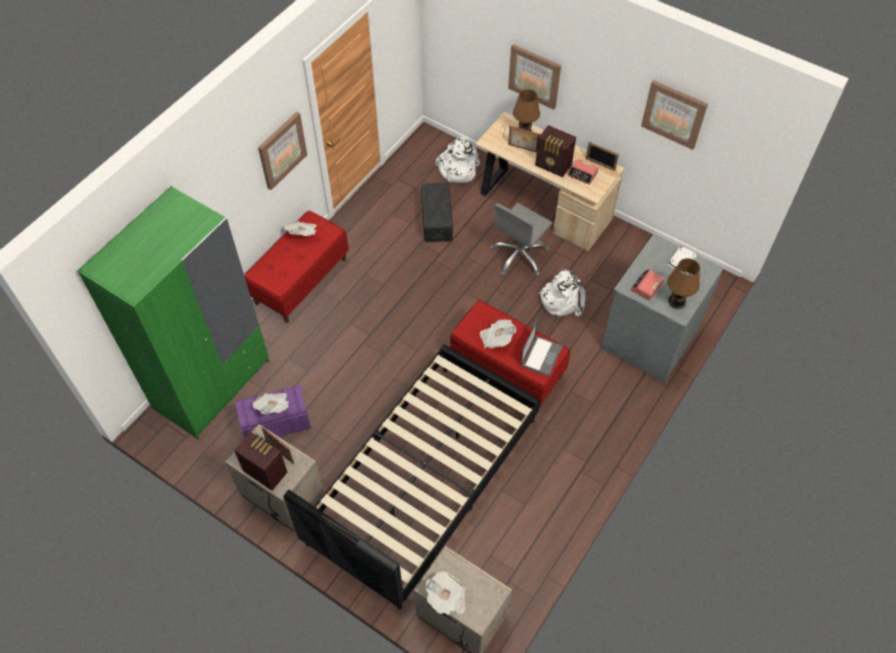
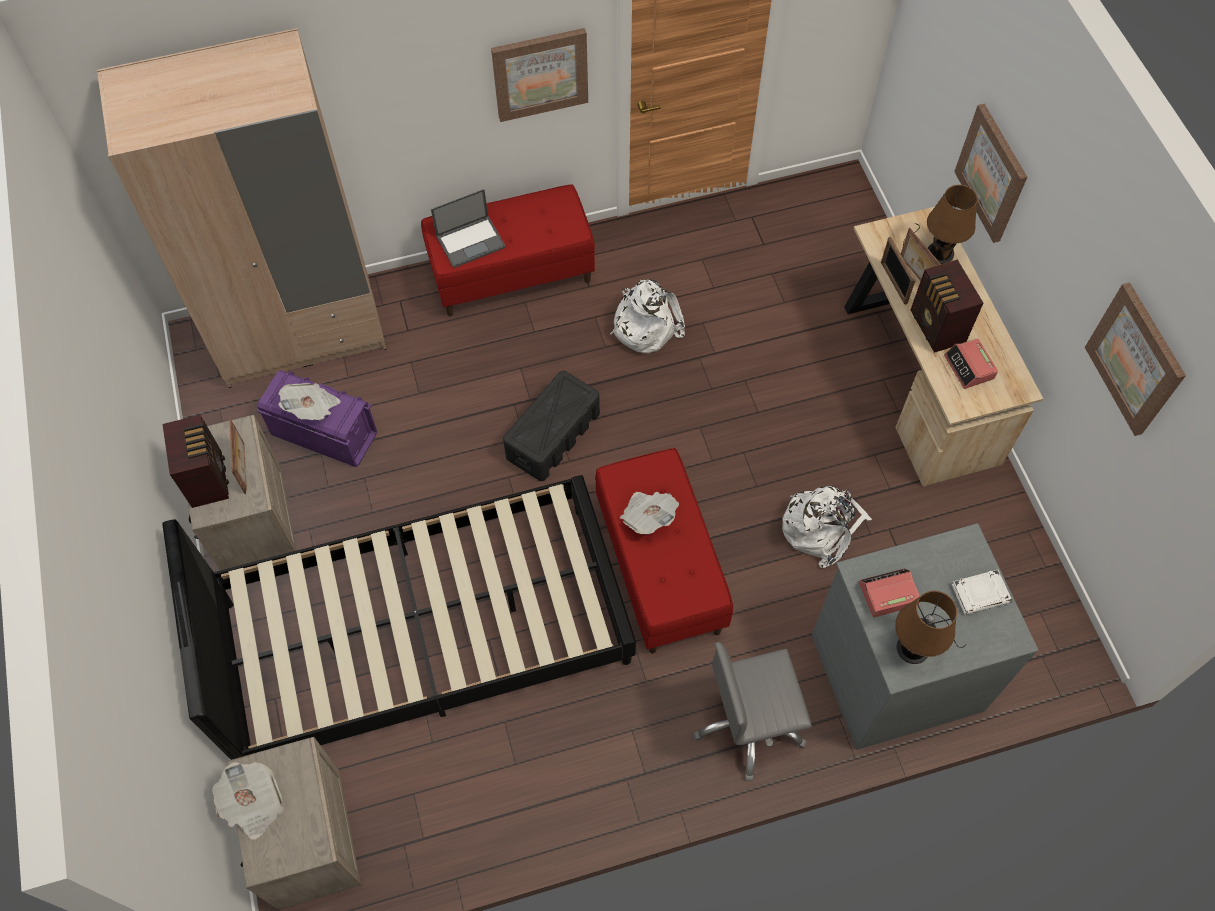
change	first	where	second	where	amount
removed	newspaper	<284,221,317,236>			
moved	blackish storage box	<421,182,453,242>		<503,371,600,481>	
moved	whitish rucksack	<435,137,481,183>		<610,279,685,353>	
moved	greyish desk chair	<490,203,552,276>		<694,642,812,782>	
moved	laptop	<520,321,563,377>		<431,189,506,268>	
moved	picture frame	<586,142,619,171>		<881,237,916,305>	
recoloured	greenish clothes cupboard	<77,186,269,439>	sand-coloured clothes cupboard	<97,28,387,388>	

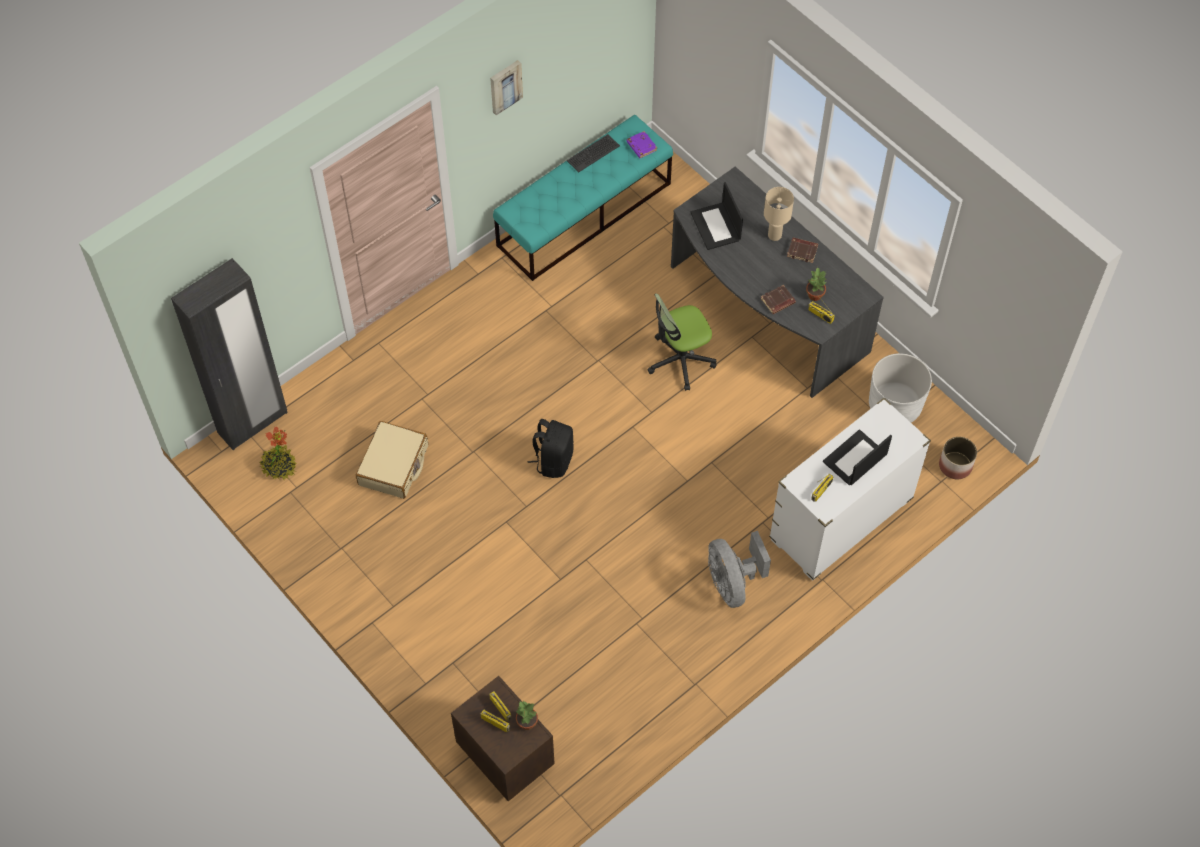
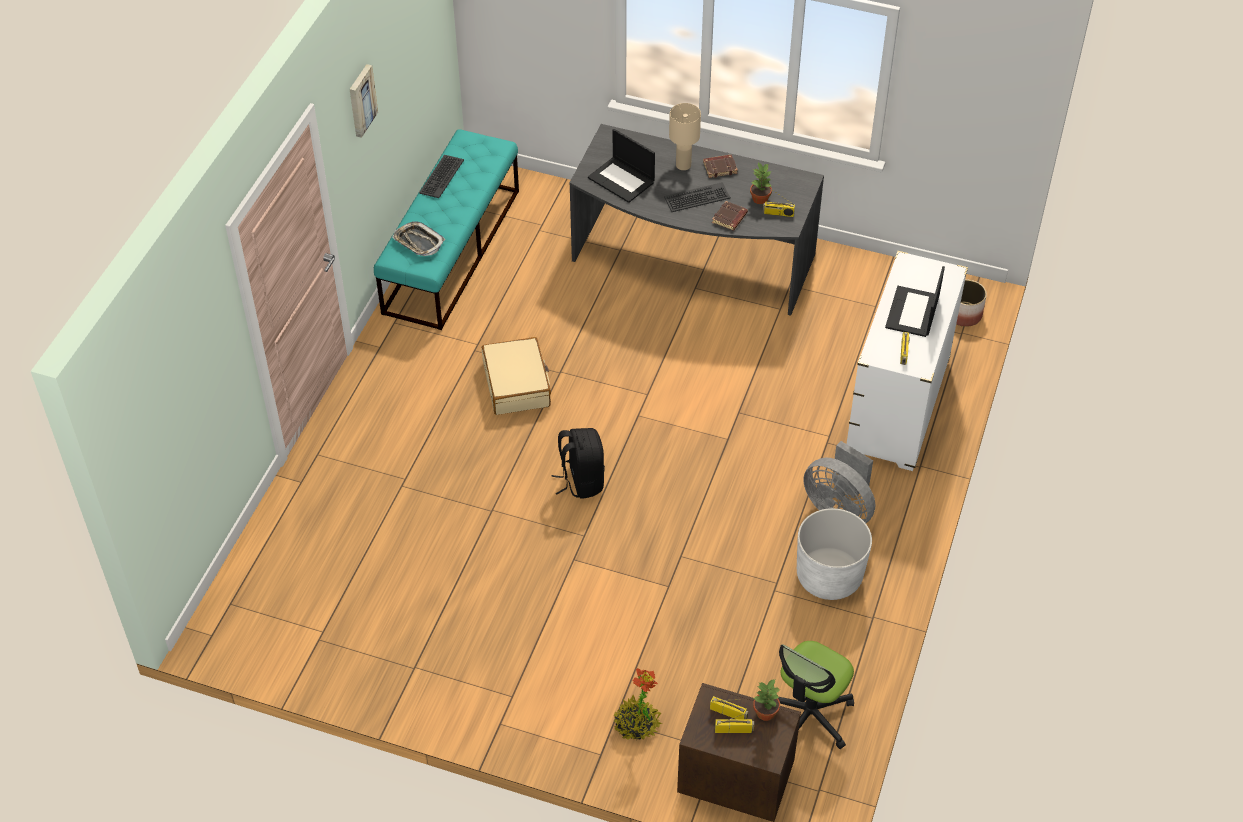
change	first	where	second	where	amount
removed	blackish clothes cupboard	<171,258,288,450>			
removed	purple bound book	<626,131,657,158>			
added			carrying tray	<392,221,445,256>	
added			PC keyboard	<664,182,730,212>	
moved	houseplant	<260,427,297,480>		<613,668,662,740>	
moved	sand-coloured piece of luggage	<356,421,428,499>		<481,337,551,415>	
moved	desk chair	<647,293,717,391>		<778,641,854,749>	
moved	whitish planter	<869,353,932,423>		<797,508,872,600>	

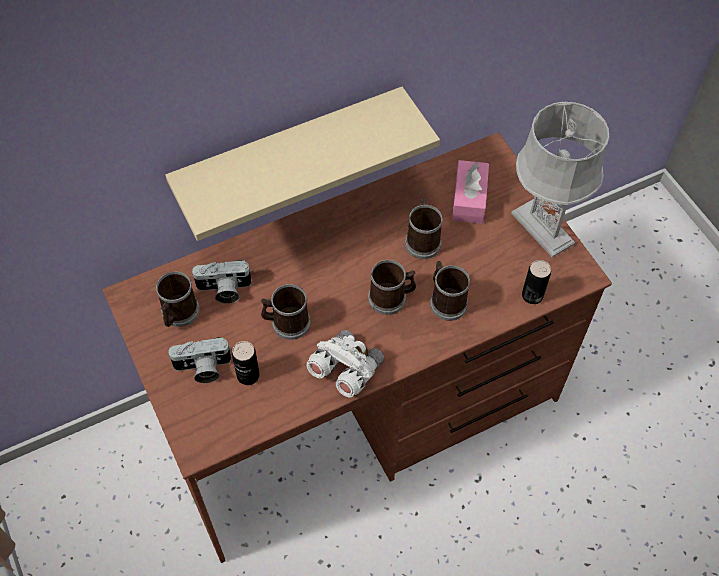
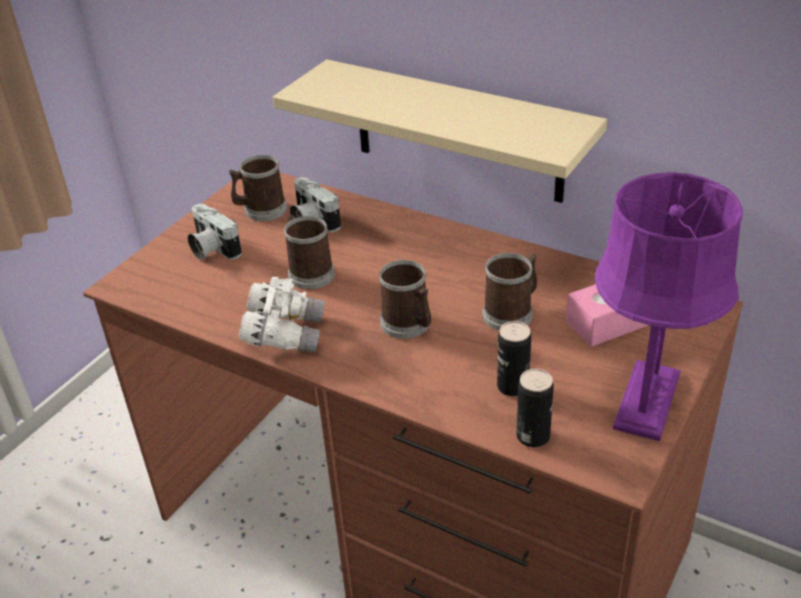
change	first	where	second	where	amount
removed	tea mug	<430,261,470,321>			
moved	sealed can	<232,341,260,385>		<497,321,531,396>	
recoloured	greyish tabletop lamp	<511,102,610,258>	purple tabletop lamp	<595,172,743,441>	

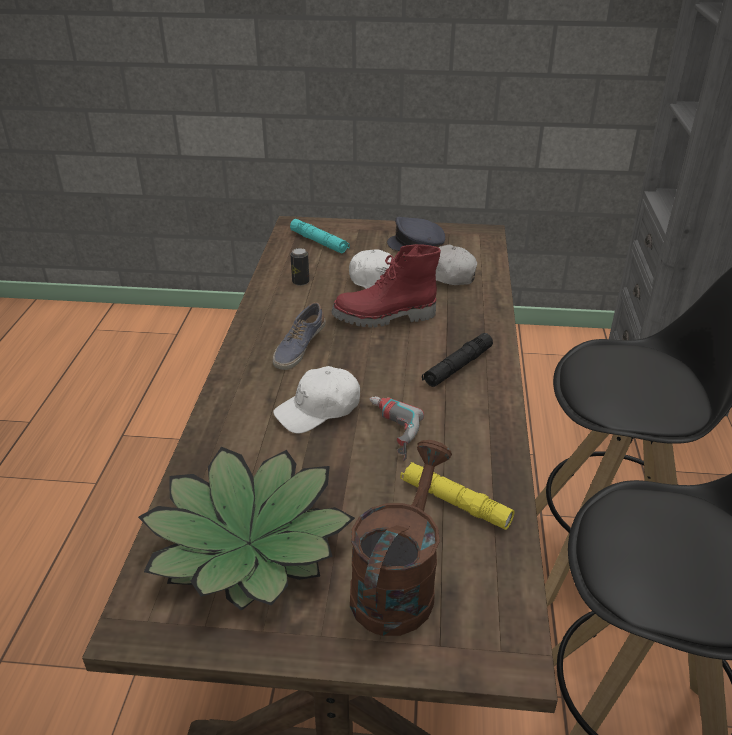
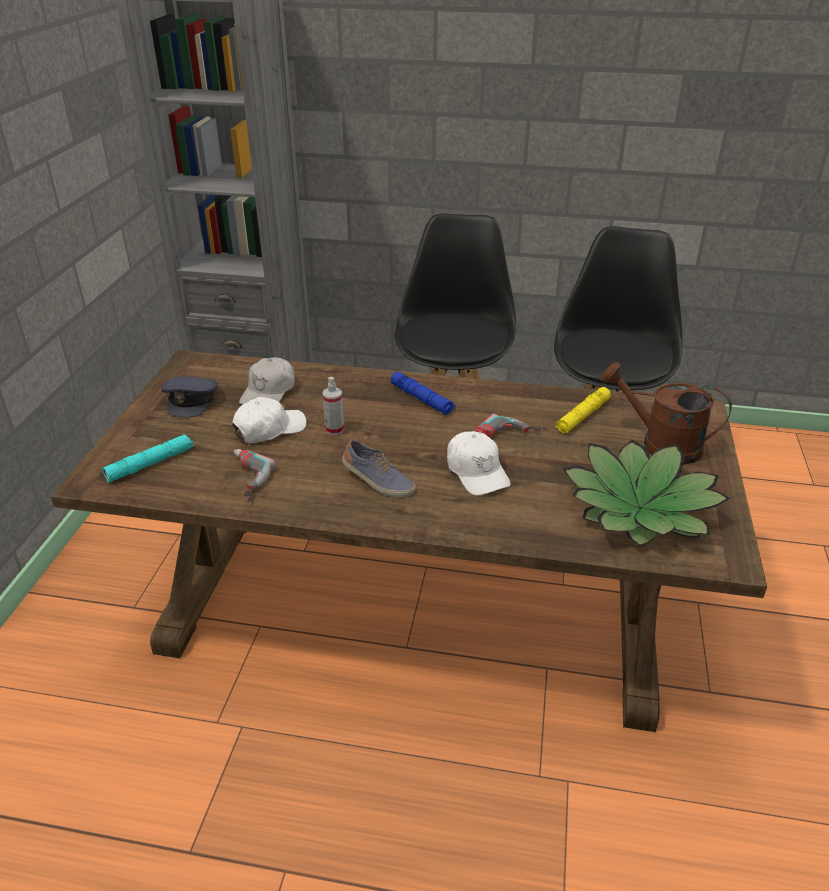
change	first	where	second	where	amount
replaced	sealed can	<290,248,309,286>	power drill	<233,449,277,502>	
replaced	red-coloured high-top boot	<331,244,441,328>	spray bottle	<322,377,344,435>	
recoloured	blackish flashlight	<422,333,493,387>	blue-coloured flashlight	<391,372,456,415>	

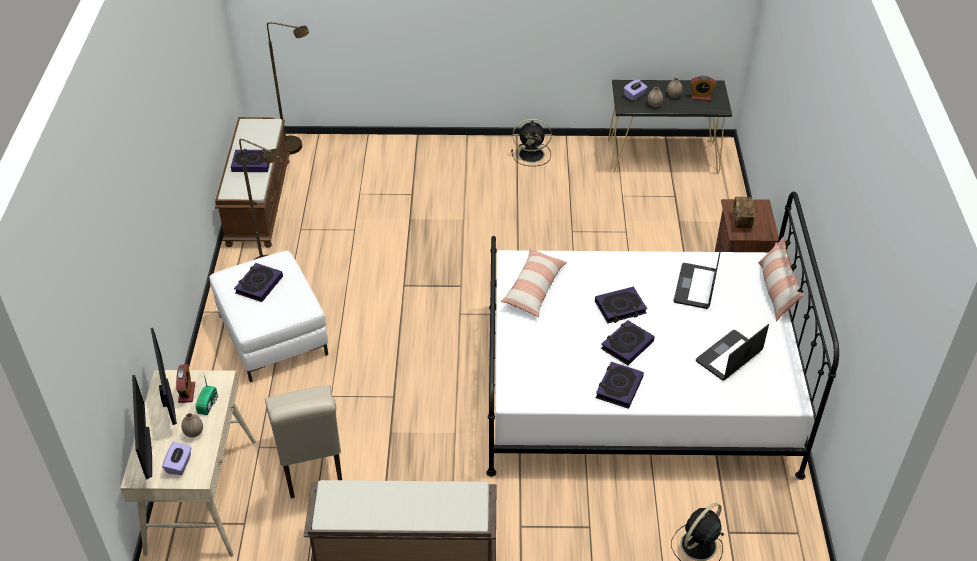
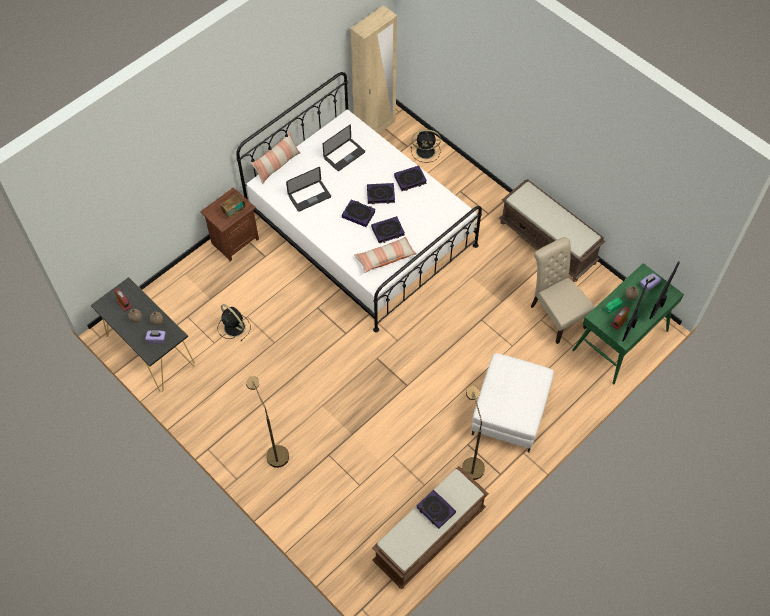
change	first	where	second	where	amount
added			sand-coloured clothes cupboard	<350,5,397,134>	
moved	bound book	<234,263,283,302>		<371,216,405,243>	
moved	brownish floor lamp	<267,22,309,155>		<246,376,289,468>	
moved	blackish fan	<511,119,552,166>		<218,304,250,341>	
recoloured	sand-coloured desk table	<120,370,256,557>	greenish desk table	<572,263,684,384>	
turned	sand-coloured chair	<265,385,342,498>		<530,237,595,344>	60 degrees counterclockwise
turned	laptop	<696,324,769,381>		<323,124,365,171>	45 degrees counterclockwise

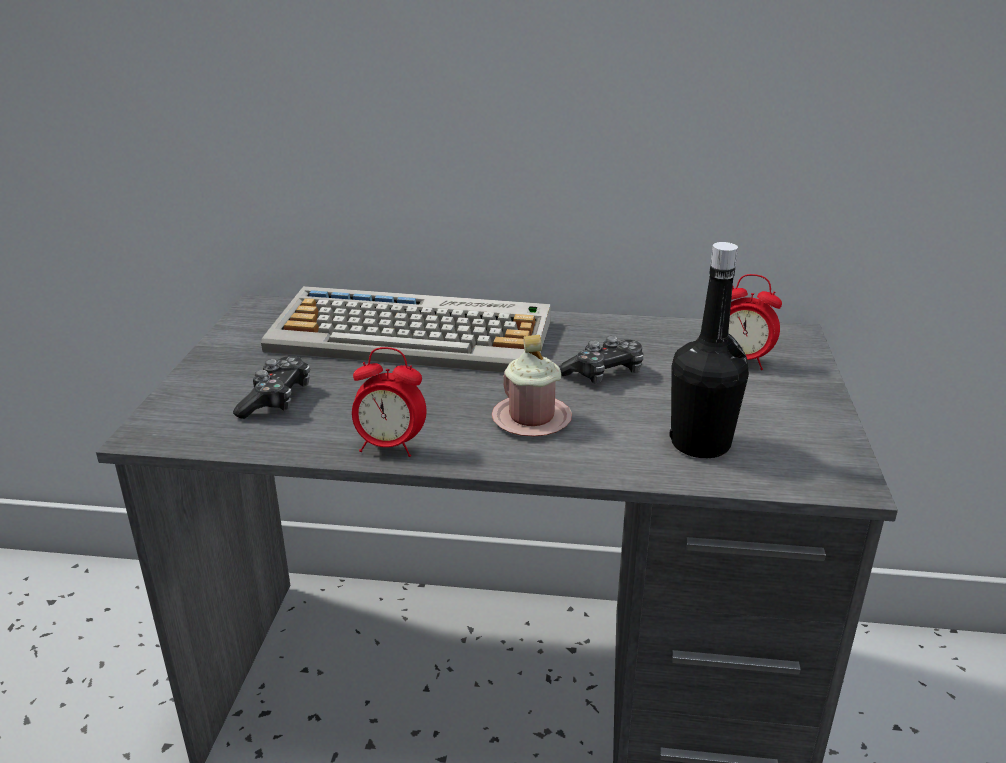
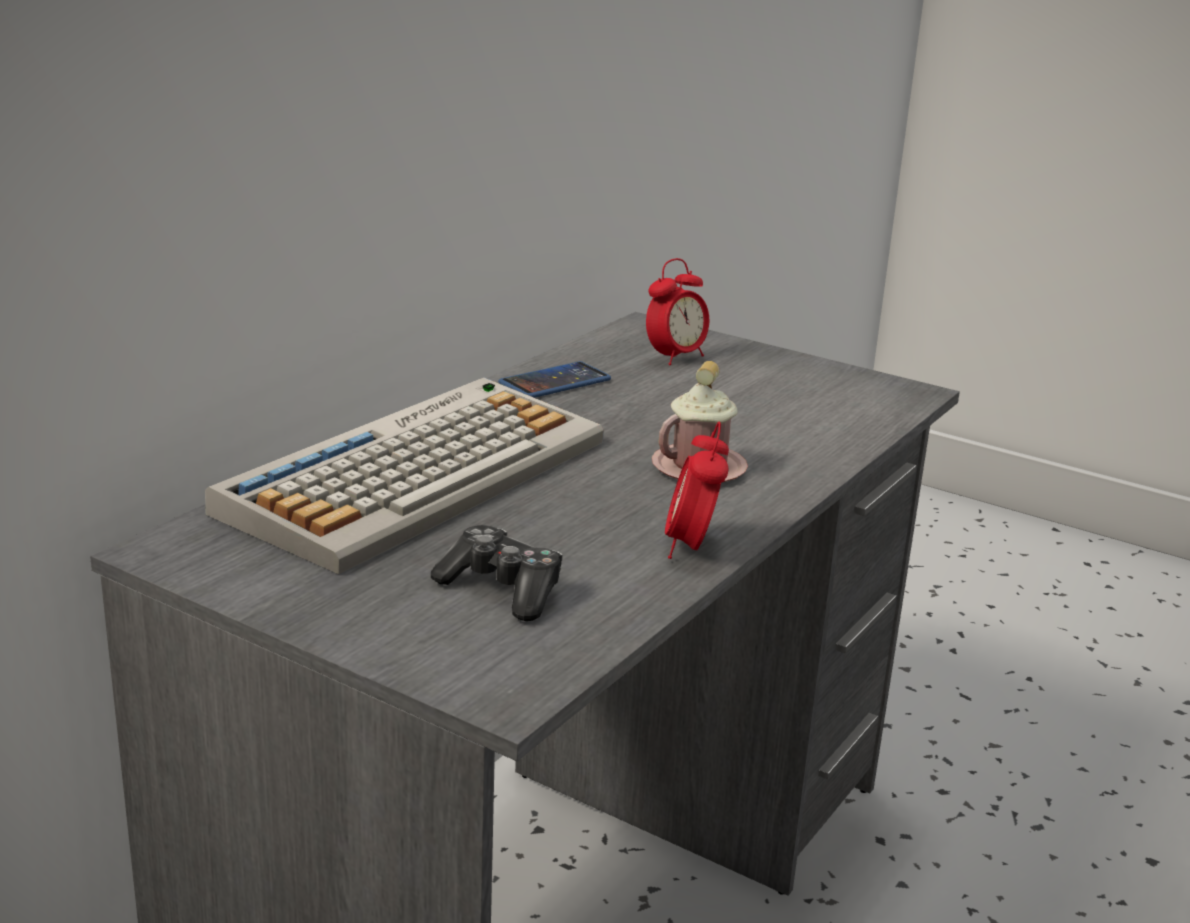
change	first	where	second	where	amount
removed	joypad	<559,336,644,384>			
removed	blackish drink bottle	<670,242,749,458>			
added			telephone	<498,361,611,398>	
turned	bedside clock	<352,347,427,457>		<665,422,729,559>	150 degrees clockwise

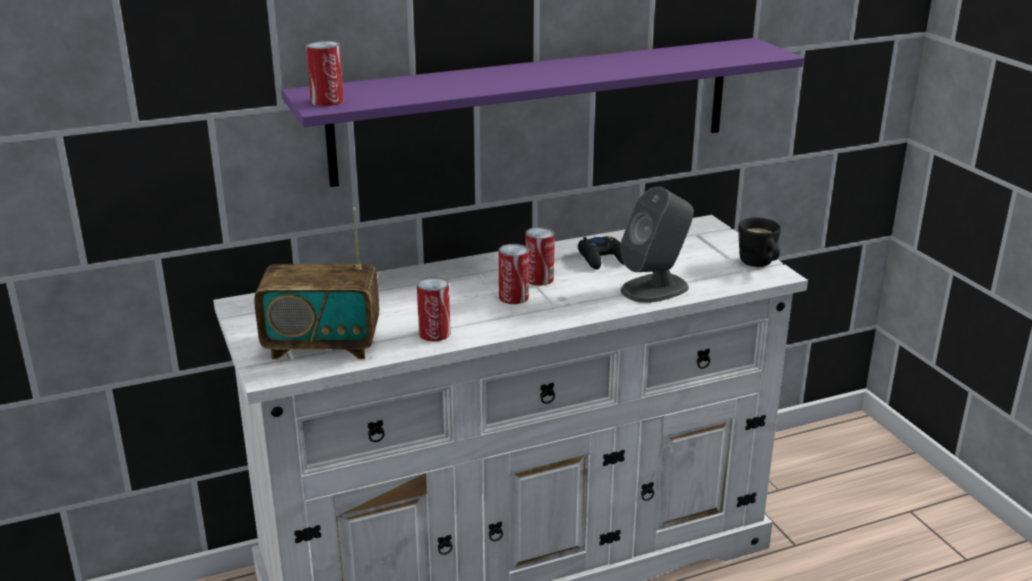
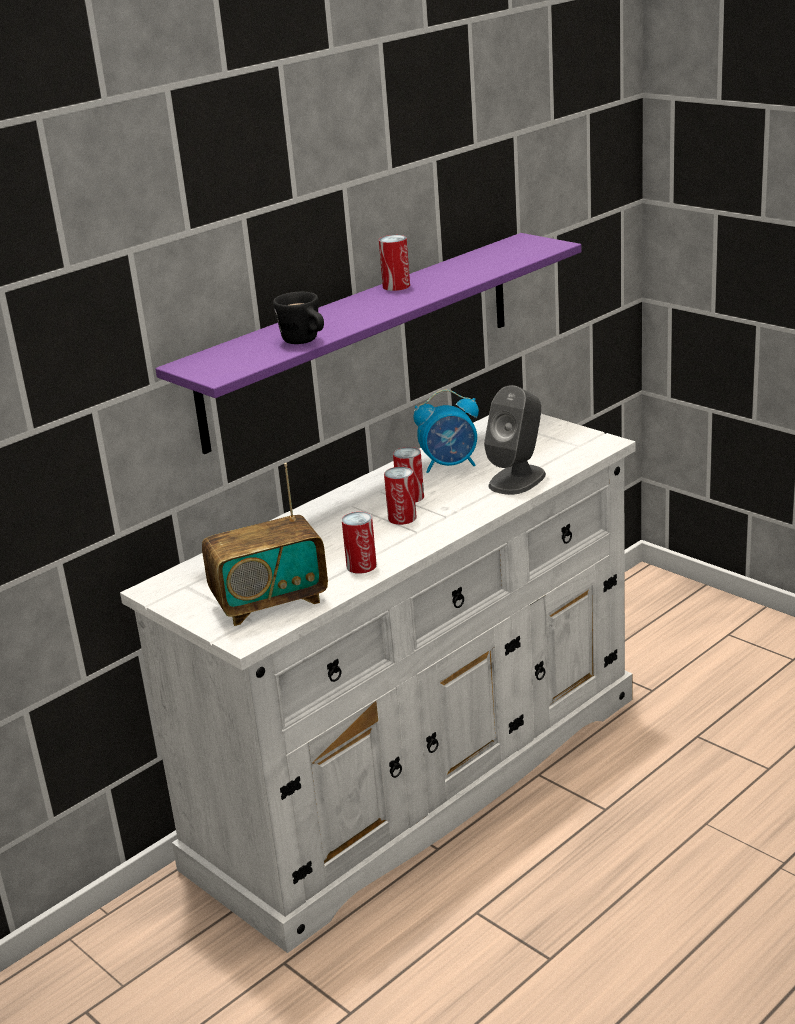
change	first	where	second	where	amount
moved	sealed can	<306,41,344,106>		<379,235,410,291>	
moved	blackish tea mug	<738,218,781,267>		<273,292,324,344>	
replaced	blackish joypad	<578,236,625,269>	bedside clock	<413,390,479,473>	

